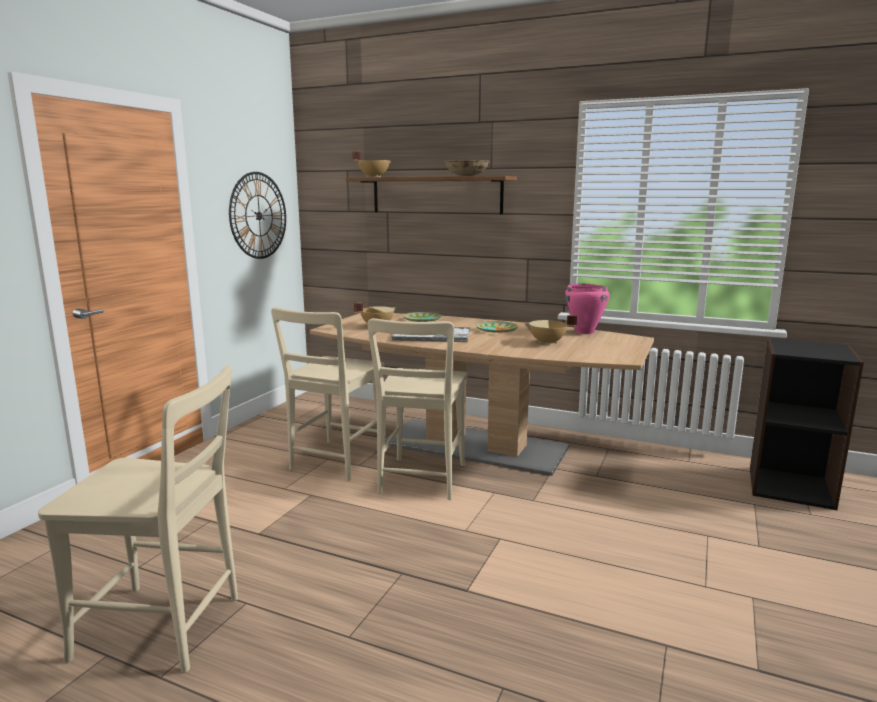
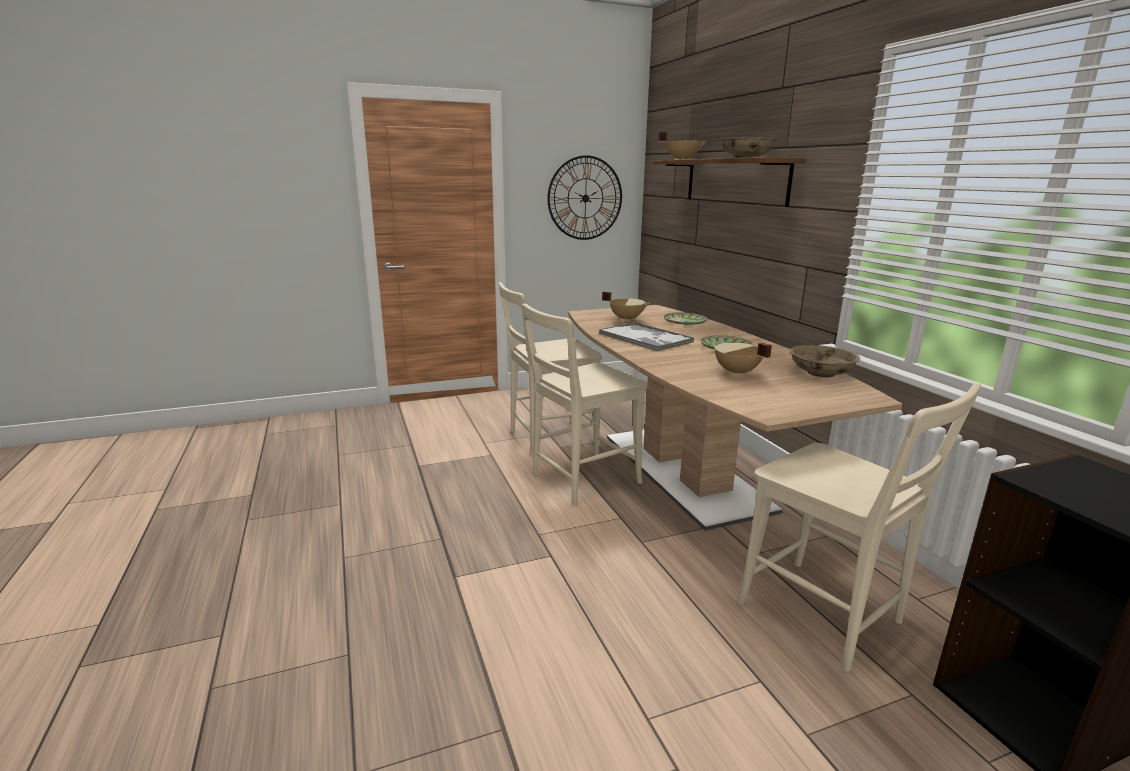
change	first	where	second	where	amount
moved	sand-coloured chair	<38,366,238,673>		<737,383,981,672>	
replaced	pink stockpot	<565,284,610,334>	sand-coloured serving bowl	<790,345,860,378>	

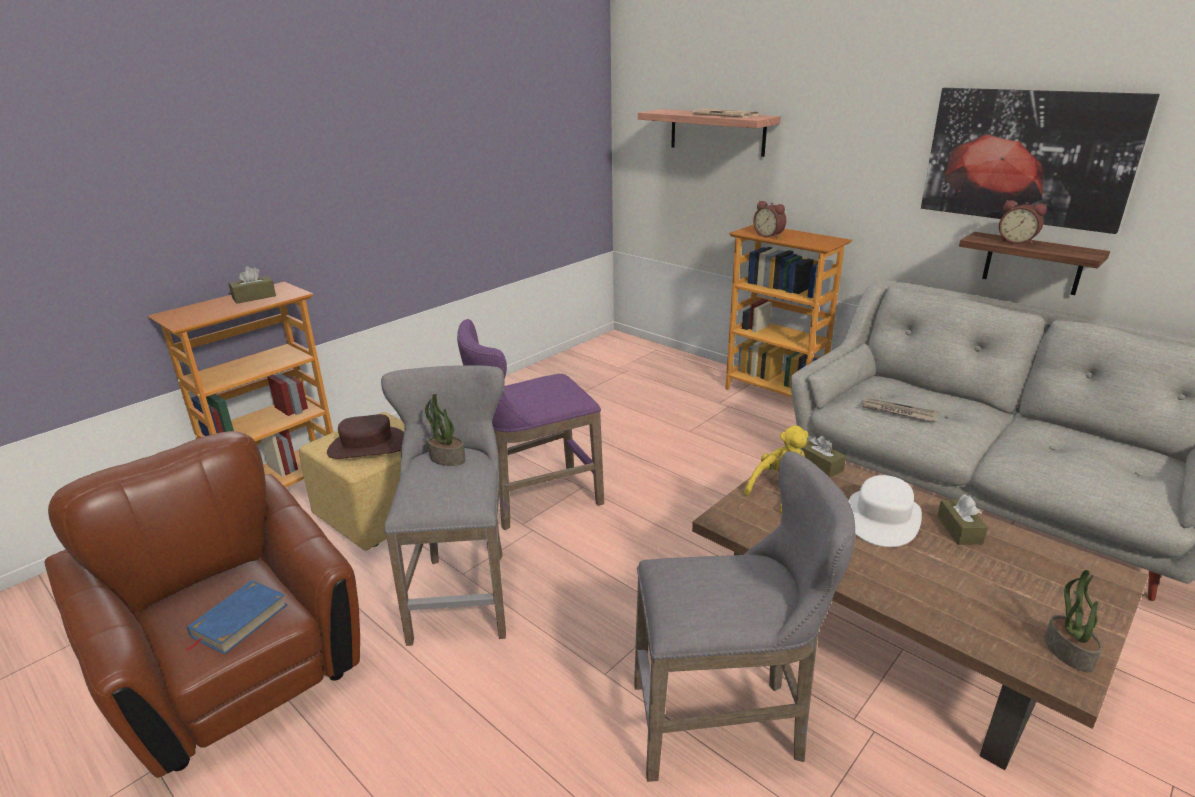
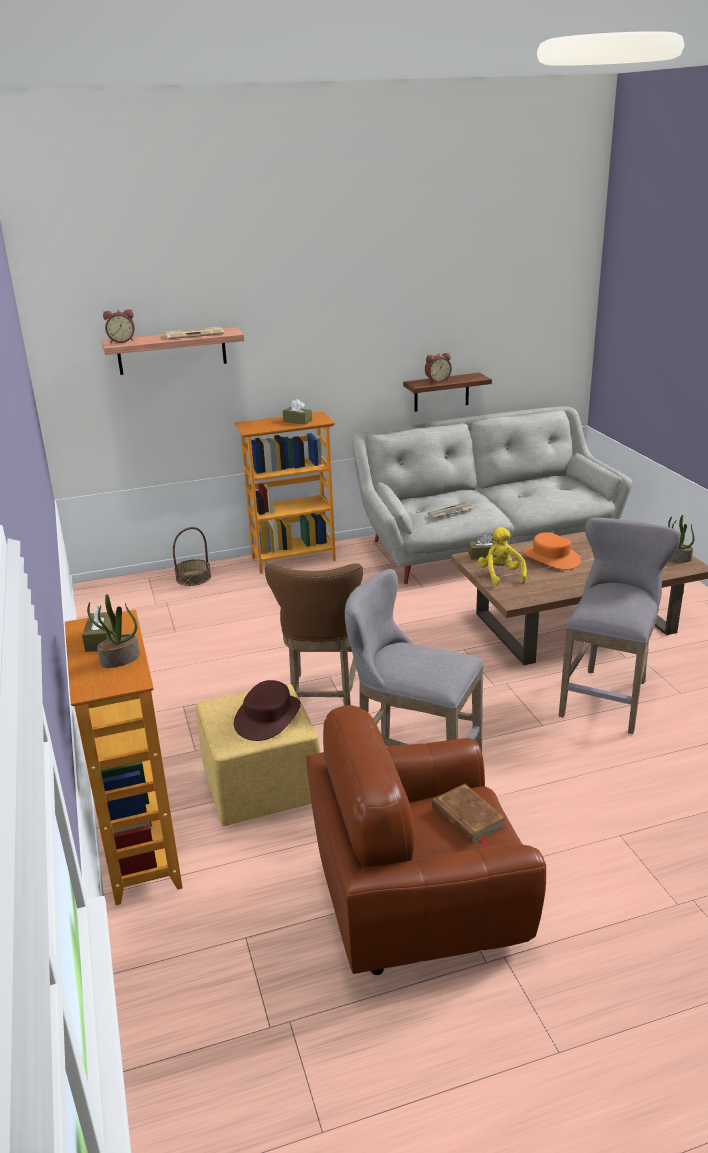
change	first	where	second	where	amount
removed	wall picture	<921,88,1160,234>			
added			basket	<173,527,211,586>	
moved	houseplant	<425,393,466,466>		<87,594,140,668>	
moved	bedside clock	<753,201,786,239>		<103,309,135,343>	
moved	brownish tissue holder	<937,494,988,545>		<283,399,312,425>	
recoloured	blue-coloured bound book	<186,580,287,655>	brownish bound book	<432,784,506,847>	
recoloured	purple stool	<457,319,604,530>	brownish stool	<265,563,363,706>	
recoloured	whitish wearable hat	<849,475,922,547>	orange wearable hat	<523,532,581,570>	

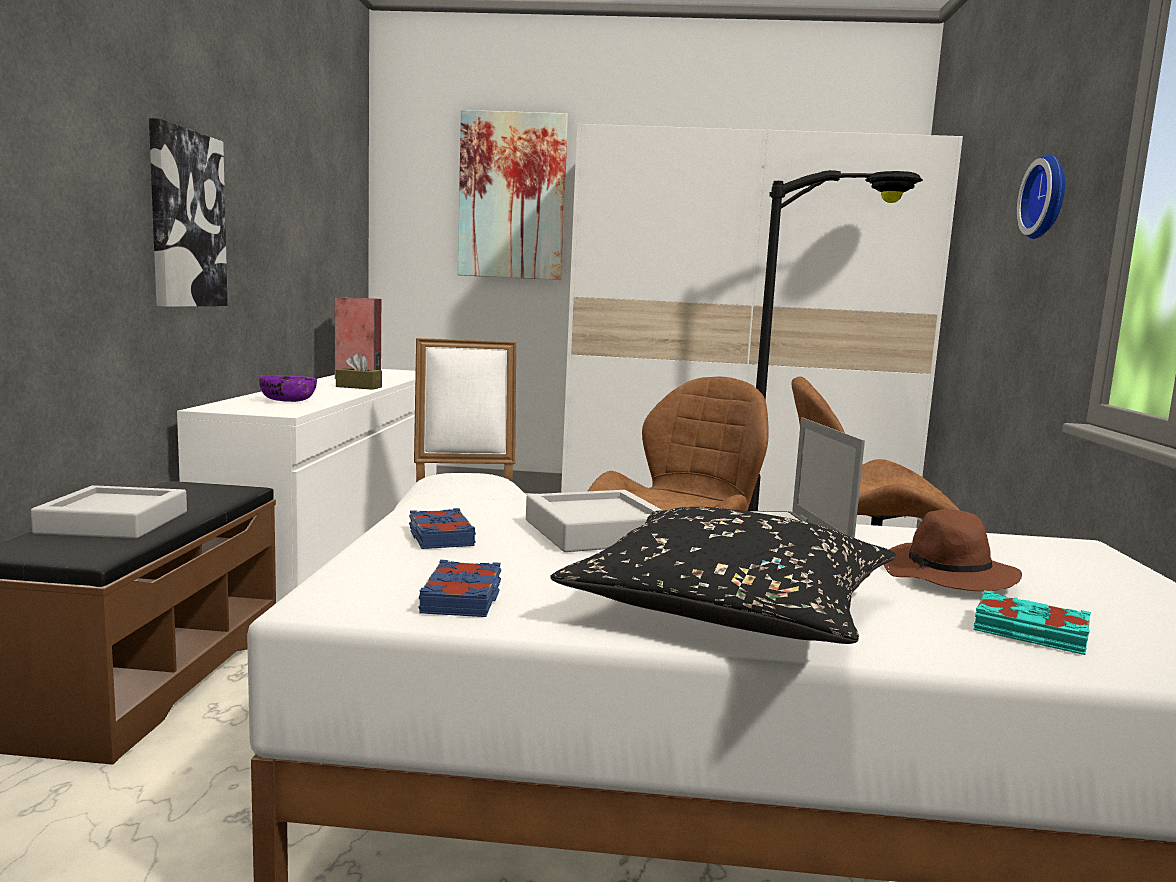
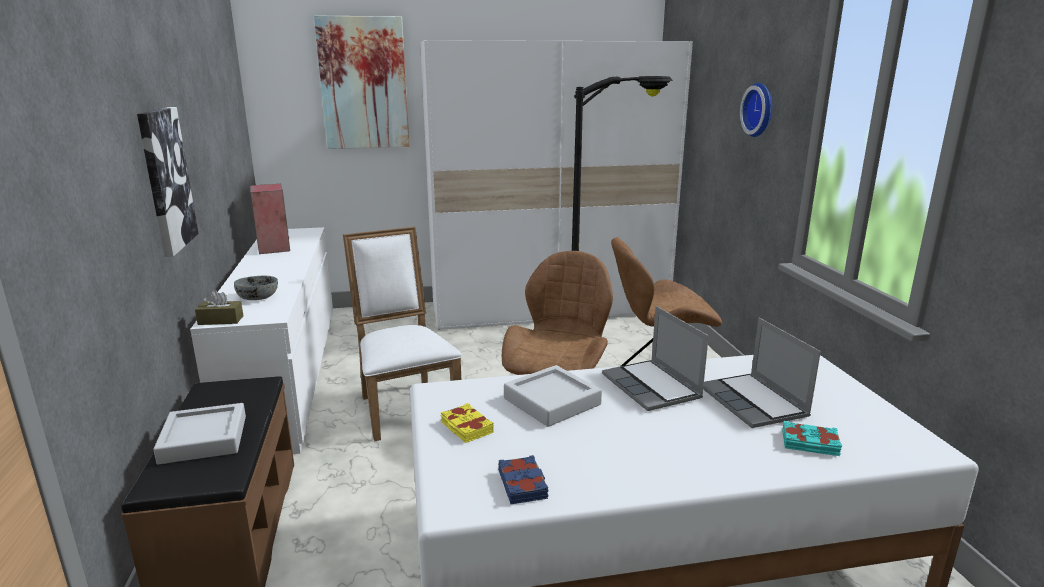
change	first	where	second	where	amount
removed	blackish throw pillow	<550,507,896,644>			
moved	brownish tissue holder	<336,353,382,390>		<195,290,243,325>	
replaced	brownish wearable hat	<884,509,1022,591>	laptop	<703,318,821,428>	
recoloured	purple serving bowl	<259,375,317,402>	greyish serving bowl	<234,276,278,300>	
recoloured	blue-coloured bound book	<409,508,476,549>	yellowish bound book	<441,403,494,443>	

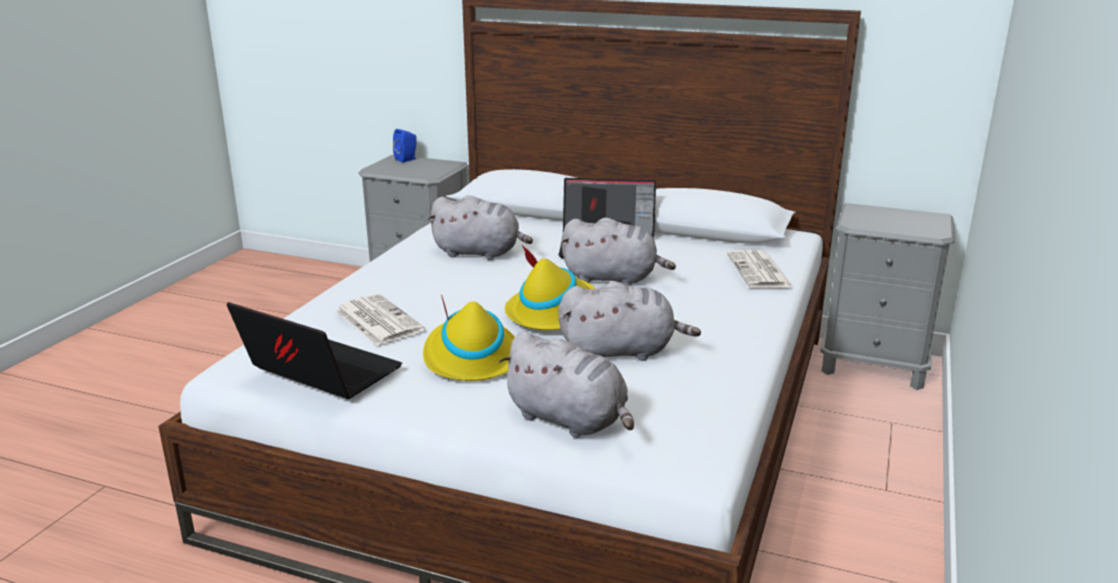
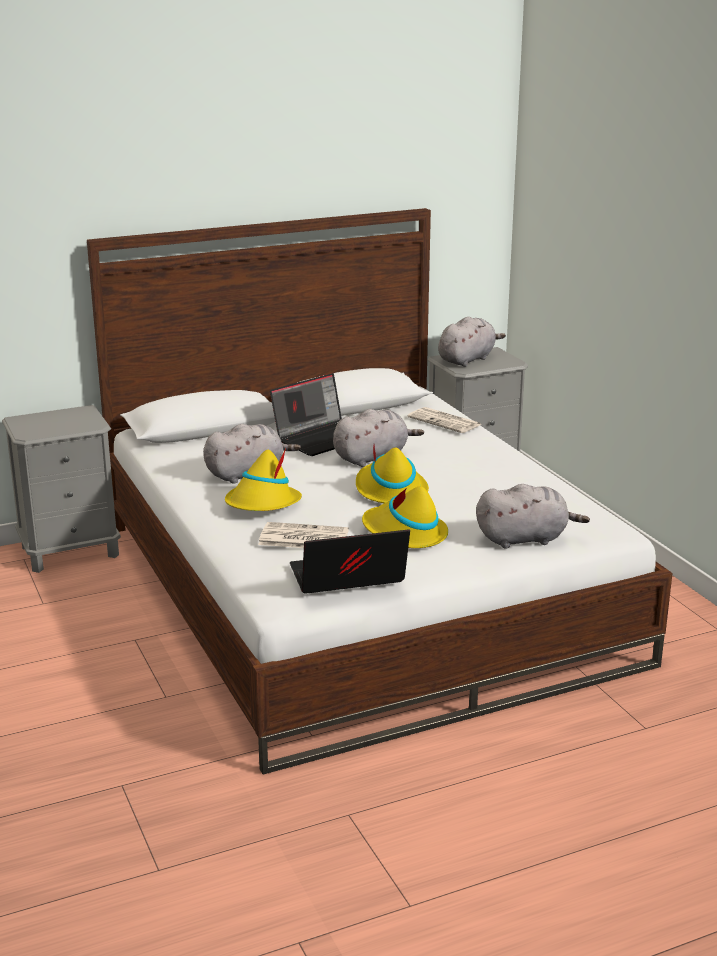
change	first	where	second	where	amount
removed	blue-coloured speaker	<393,129,416,163>			
added			yellowish wearable hat	<225,448,302,511>	
moved	greyish soft toy	<558,282,701,361>		<438,317,506,367>	

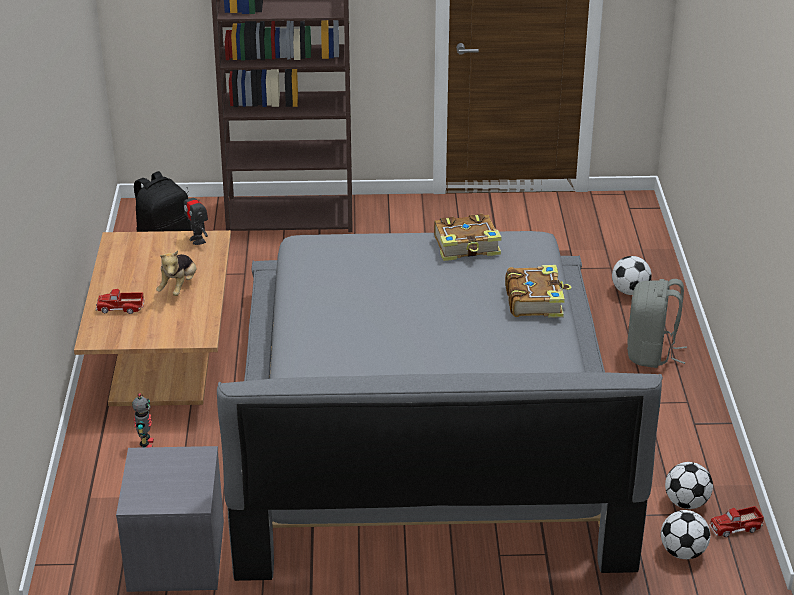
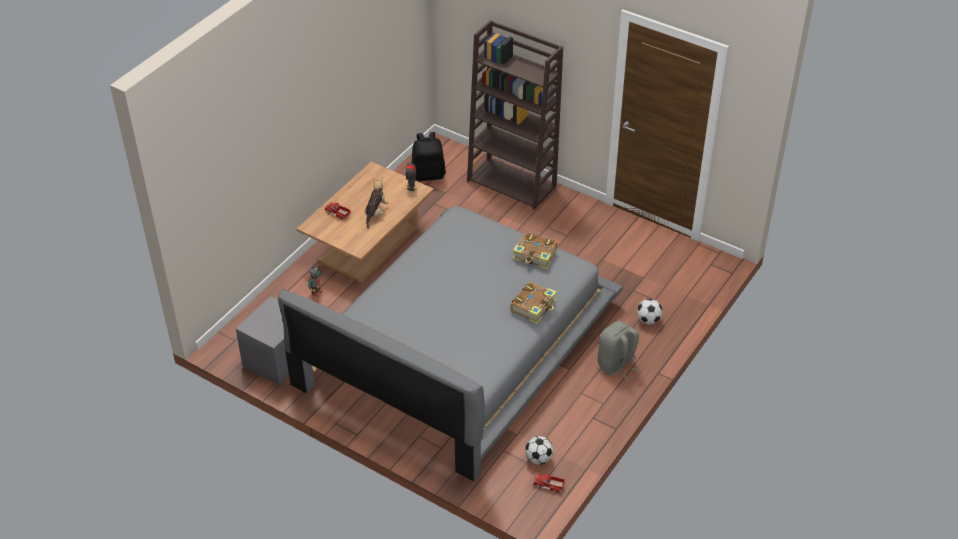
change	first	where	second	where	amount
removed	football	<661,510,710,559>			
turned	soft toy	<156,250,197,296>		<365,178,389,229>	150 degrees clockwise

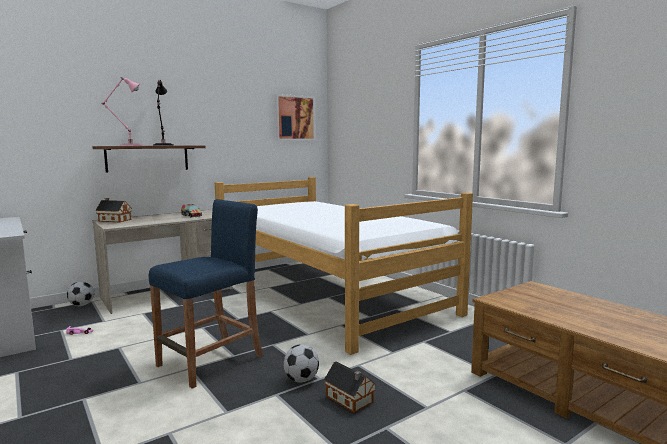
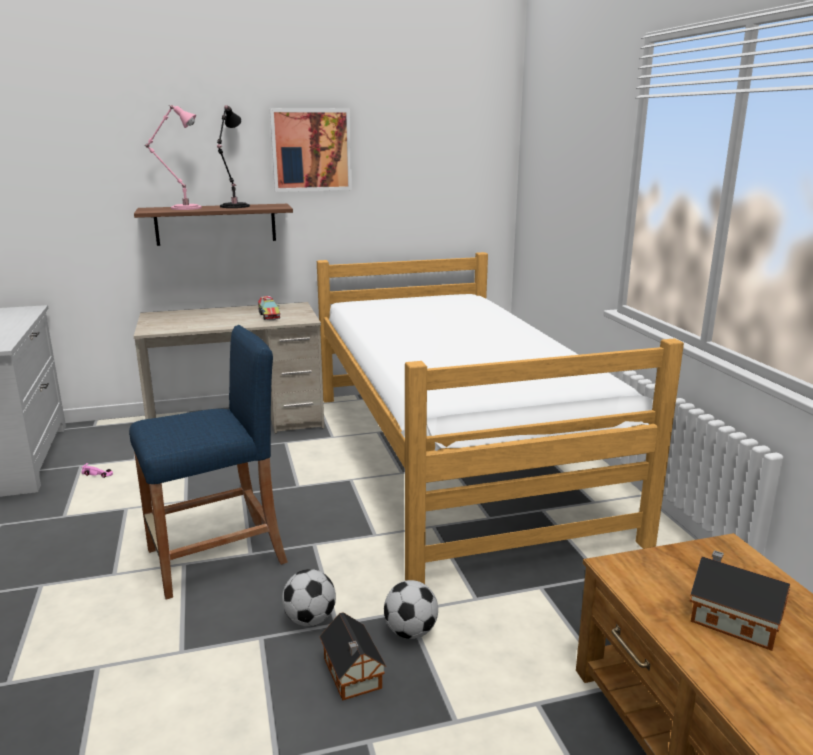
change	first	where	second	where	amount
moved	football	<67,281,94,306>		<384,580,438,639>	
moved	model house	<95,198,132,222>		<690,550,790,651>	
moved	wall picture	<275,94,316,141>		<270,108,352,192>	

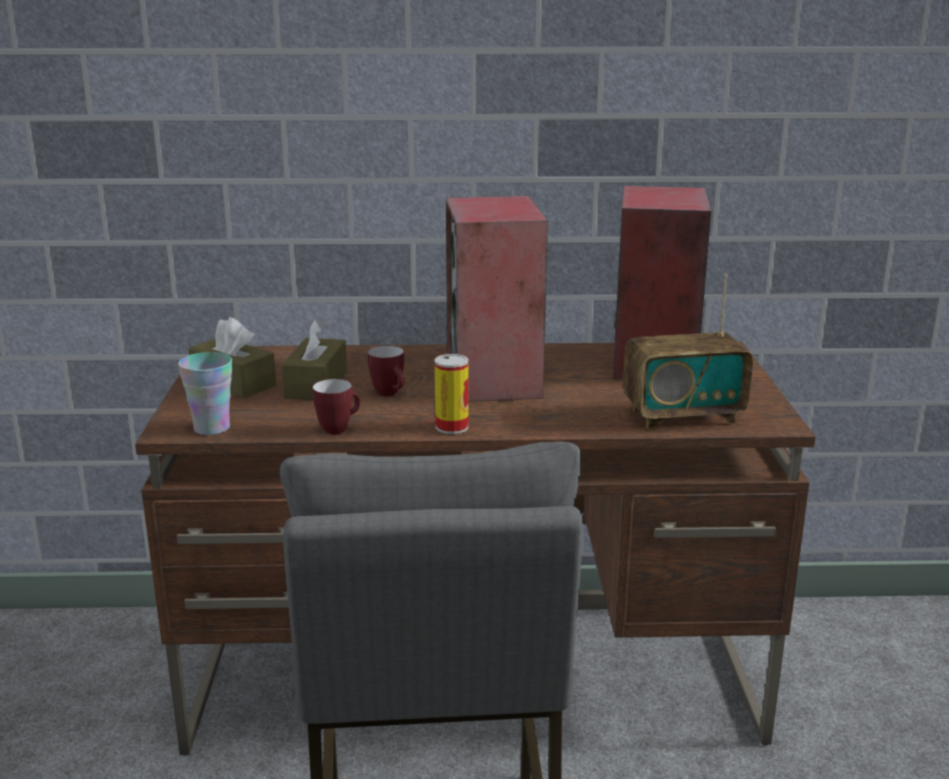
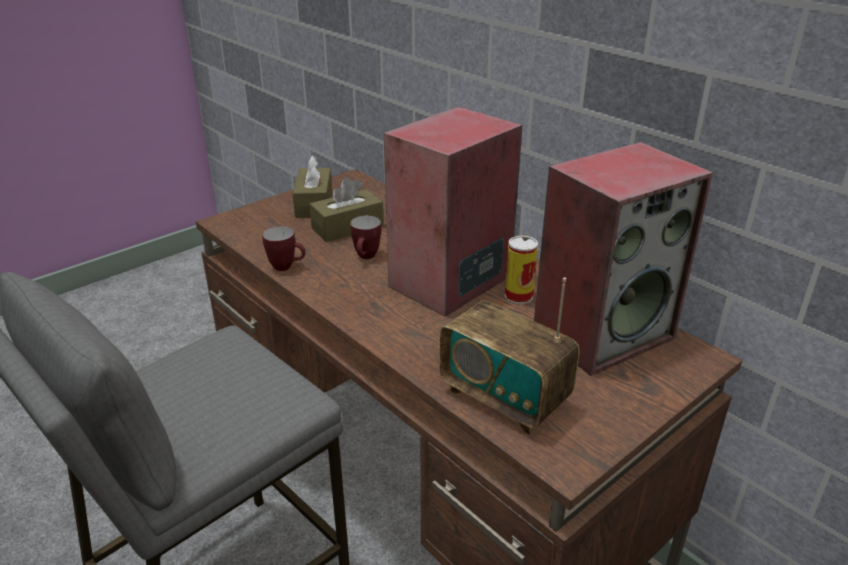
change	first	where	second	where	amount
removed	small cup	<178,352,232,435>			
moved	sealed can	<435,354,469,434>		<505,236,538,304>	

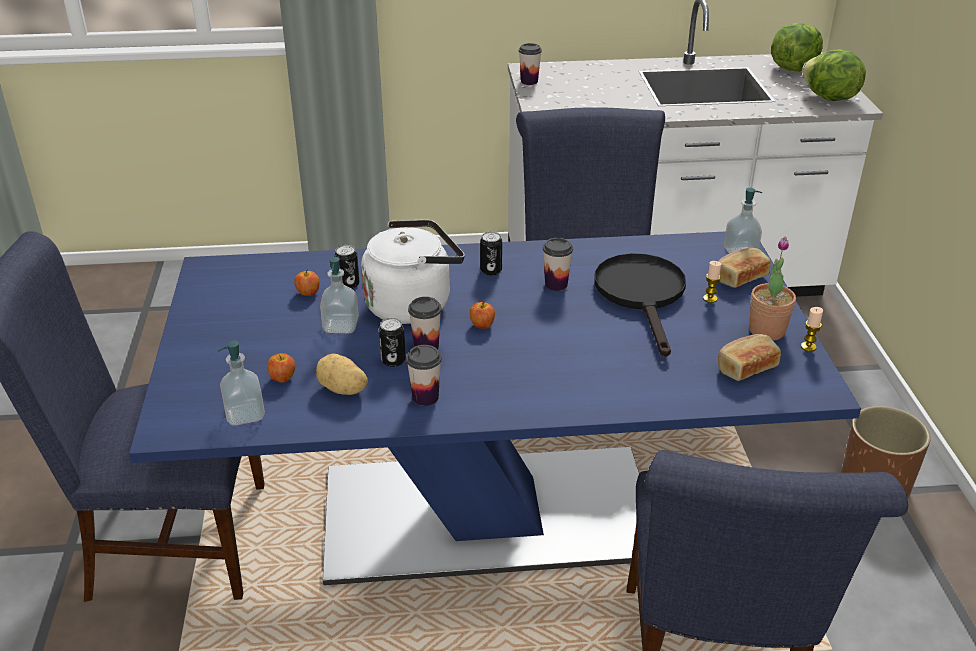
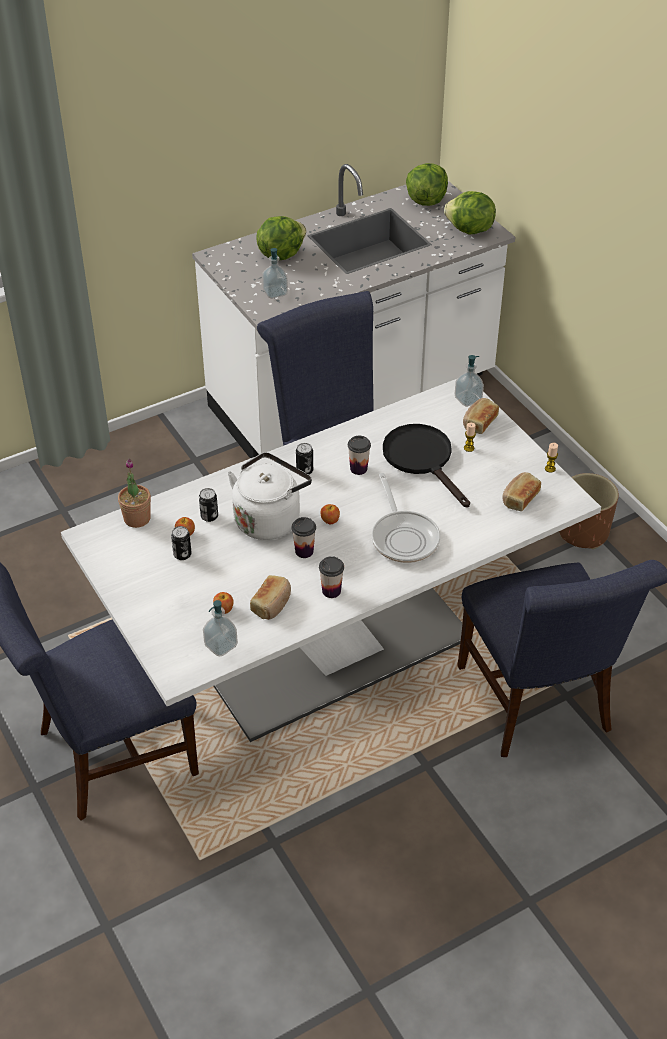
change	first	where	second	where	amount
removed	small cup	<519,43,542,85>			
added			lettuce	<256,216,306,260>	
added			frying pan	<372,473,440,563>	
moved	liquid soap bottle	<320,257,359,334>		<262,248,288,299>	
moved	sealed can	<379,318,406,367>		<171,526,192,560>	
moved	houseplant	<749,237,796,340>		<118,459,151,528>	
replaced	whole potato	<316,354,368,395>	bread	<250,575,291,620>	
recoloured	blue-coloured dining table	<129,232,861,585>	whitish dining table	<61,378,601,742>	

